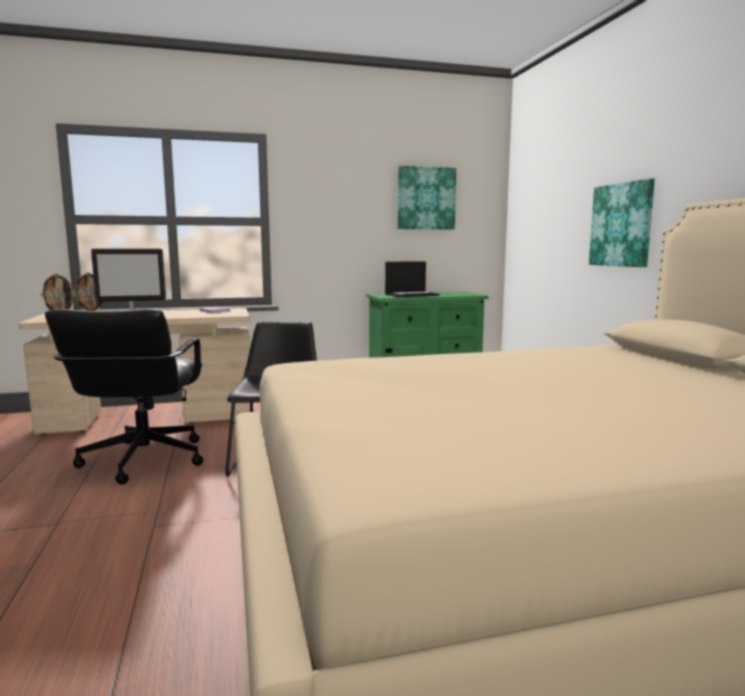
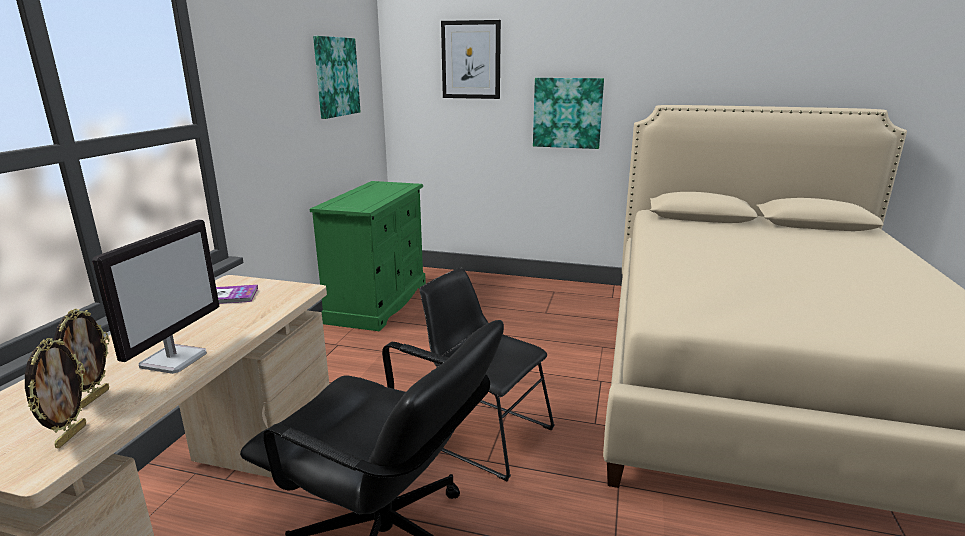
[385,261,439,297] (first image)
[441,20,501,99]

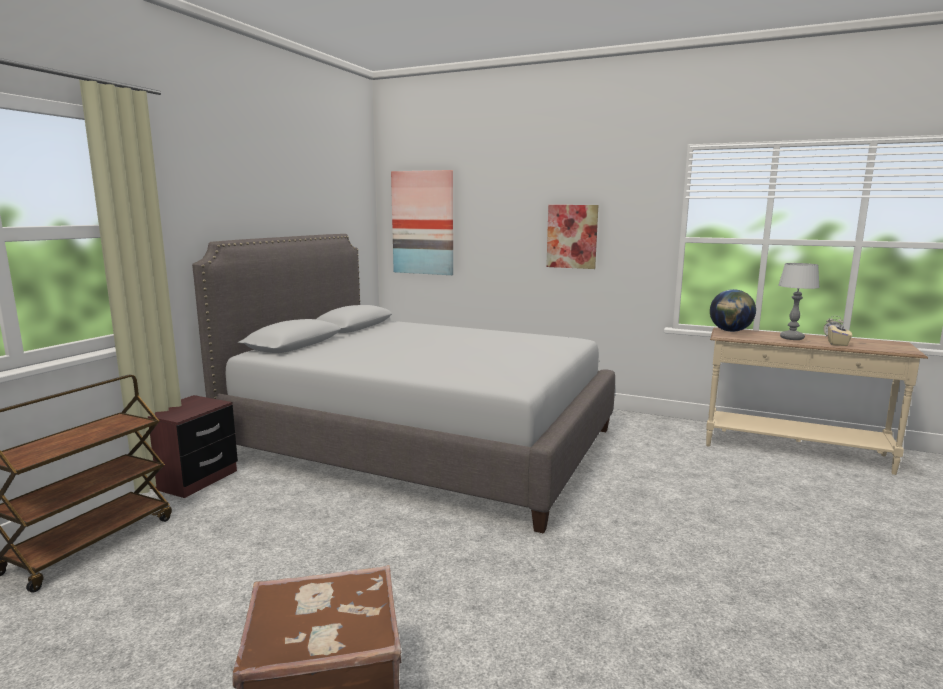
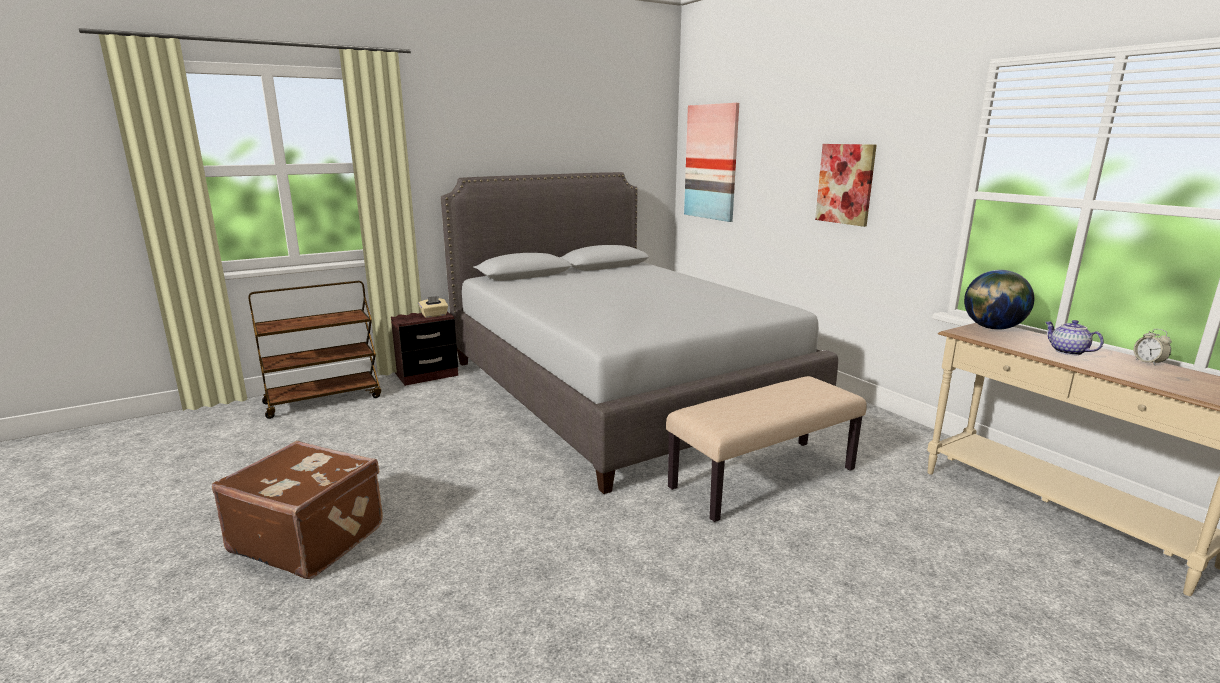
[666,376,867,522]
[419,296,448,318]
[1045,320,1104,355]

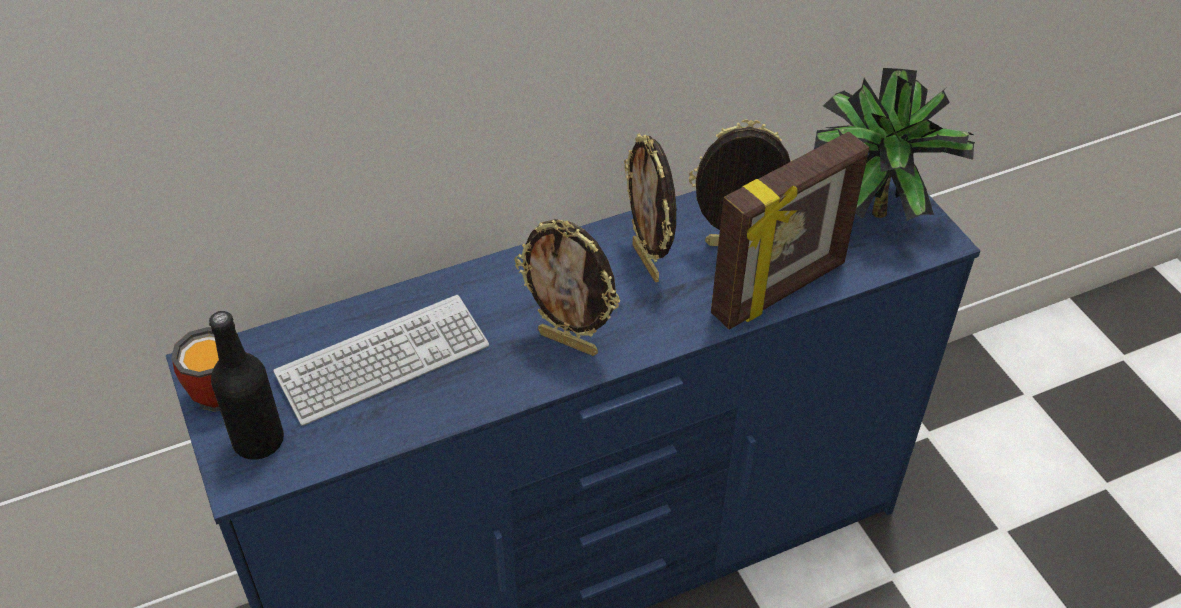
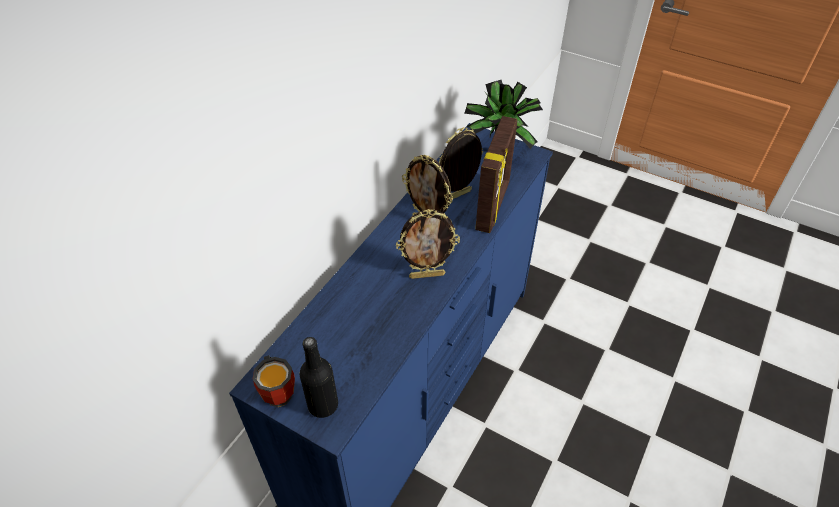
[273,295,489,426] (first image)

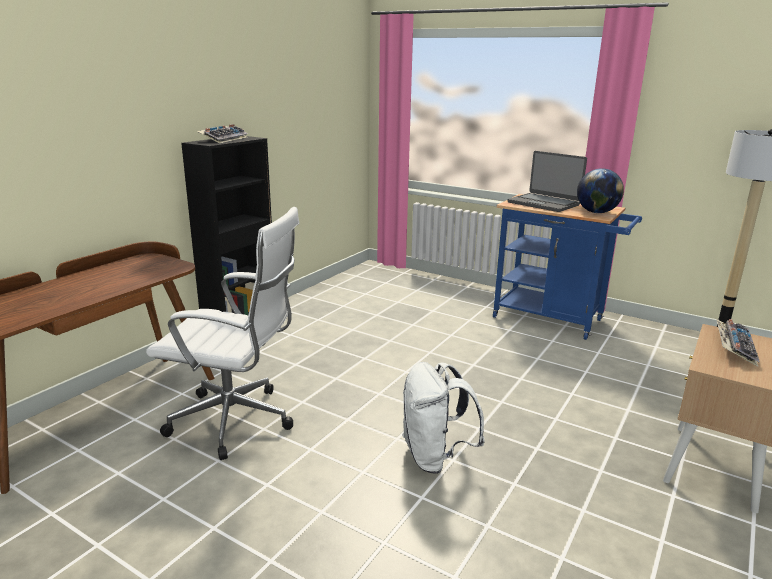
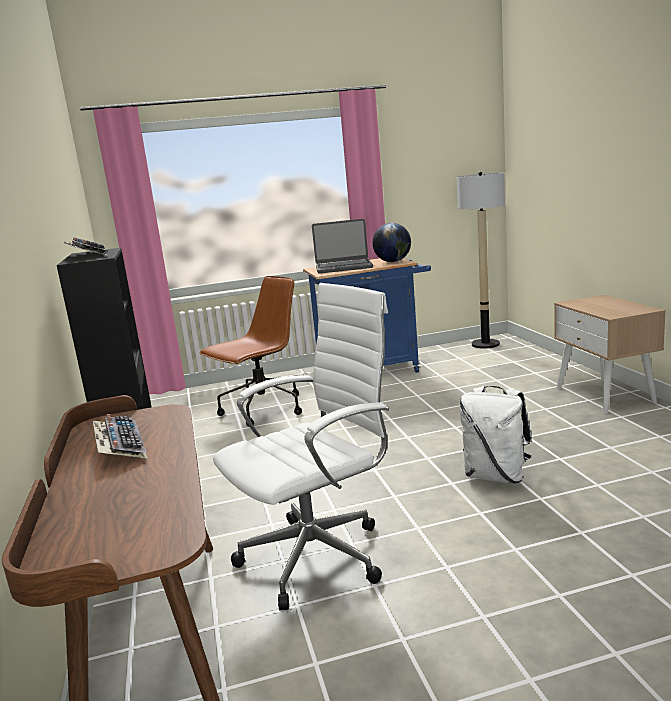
[199,276,302,427]
[93,414,147,458]

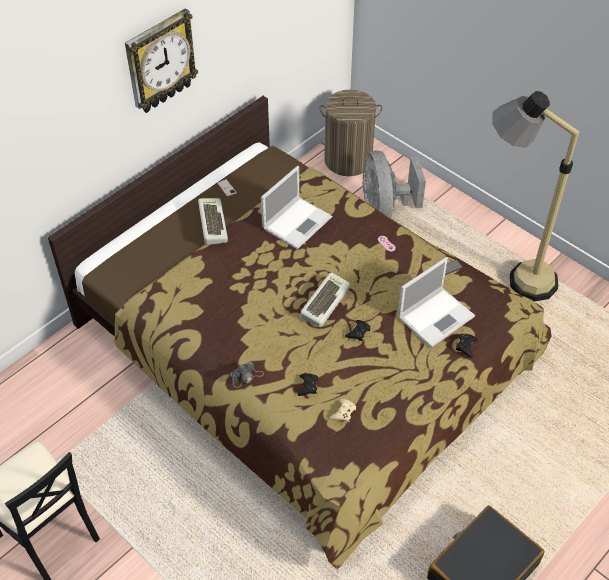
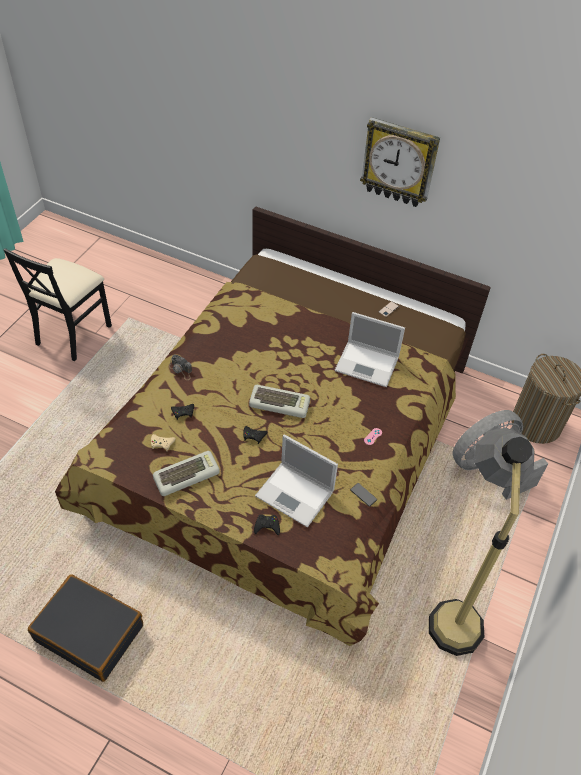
[153,451,220,496]

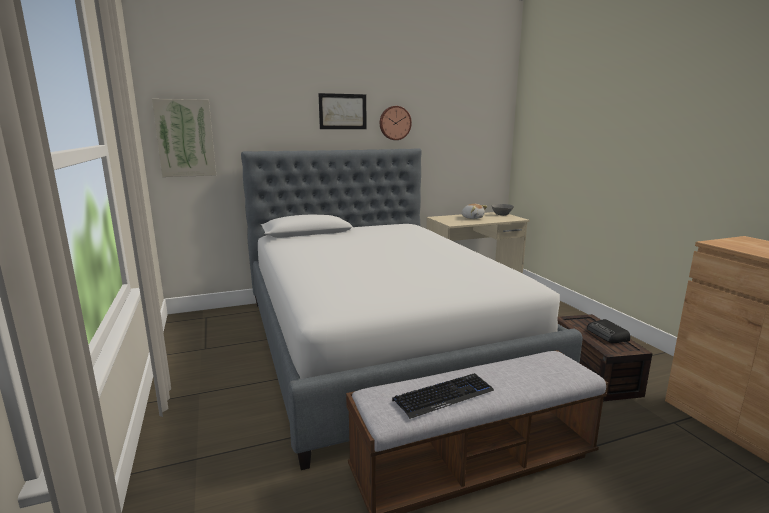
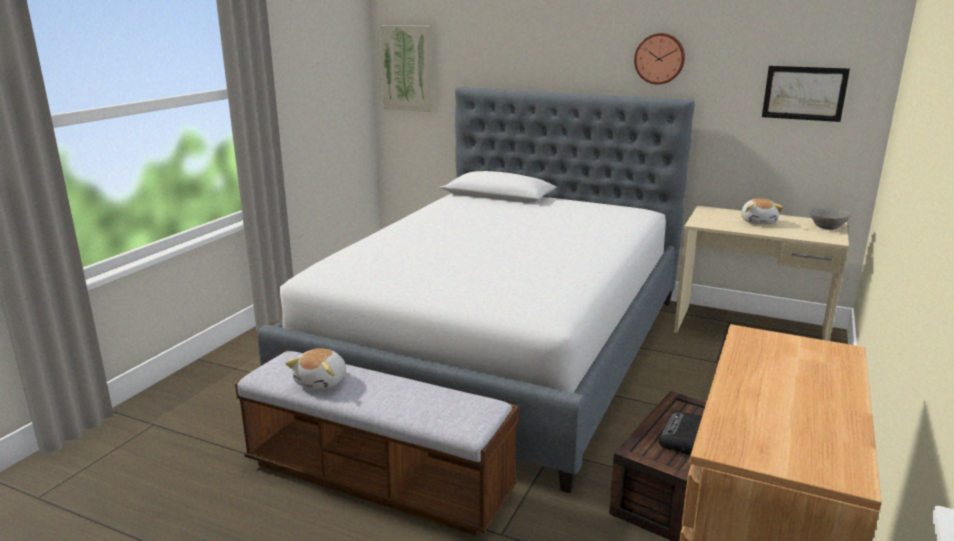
[762,66,850,122]
[285,349,346,390]

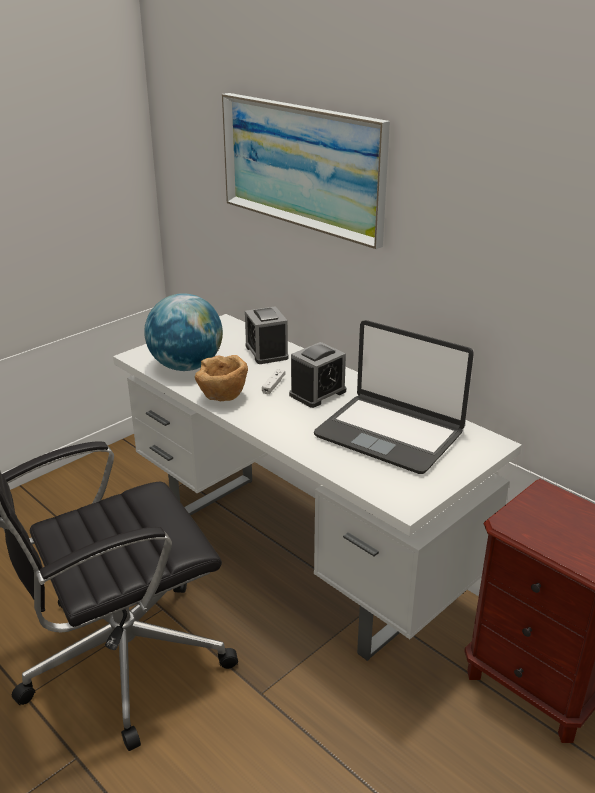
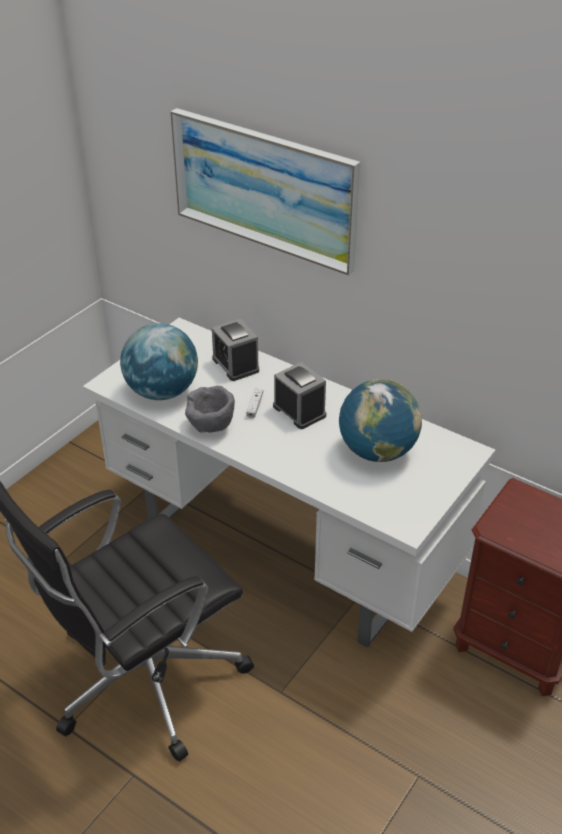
[339,379,422,462]
[185,386,235,433]
[273,362,326,429]

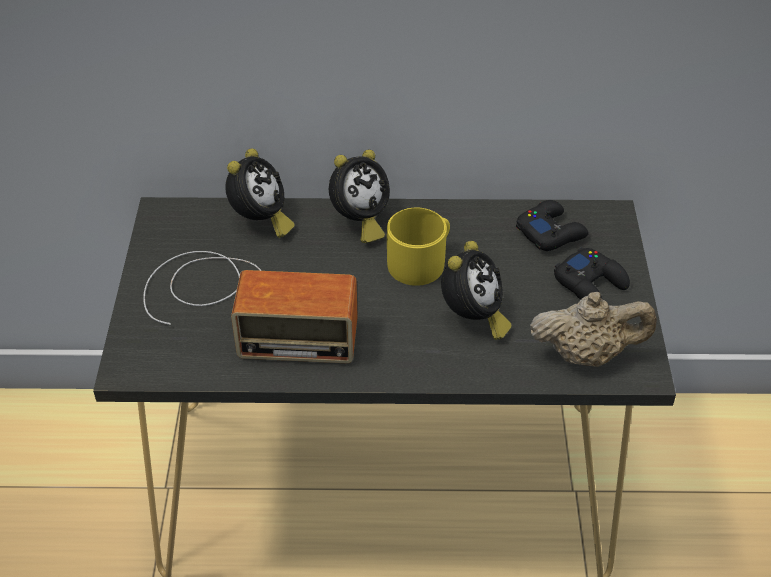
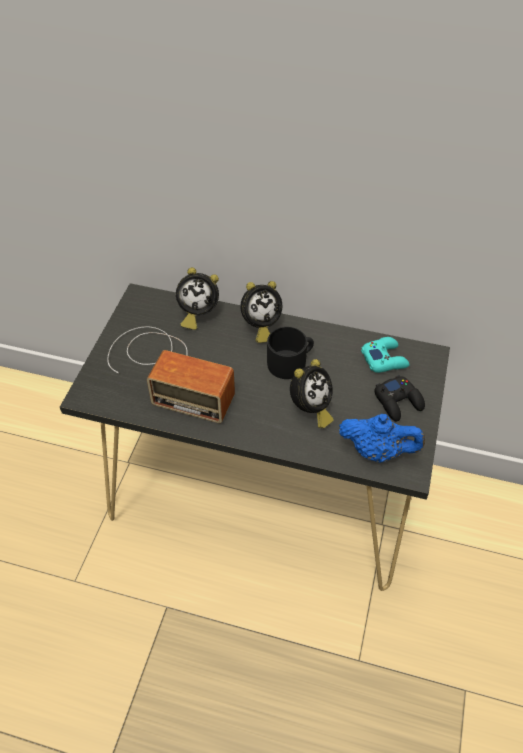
[267,327,314,379]
[361,337,409,373]
[339,414,425,463]
[176,267,219,330]

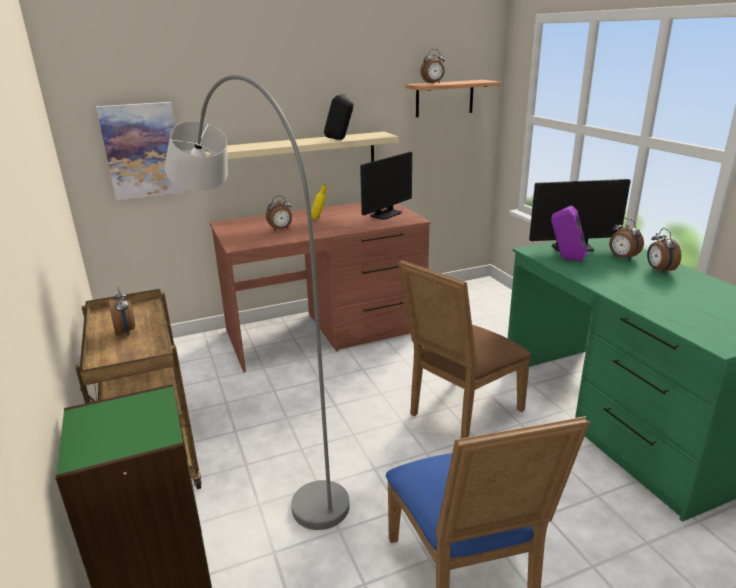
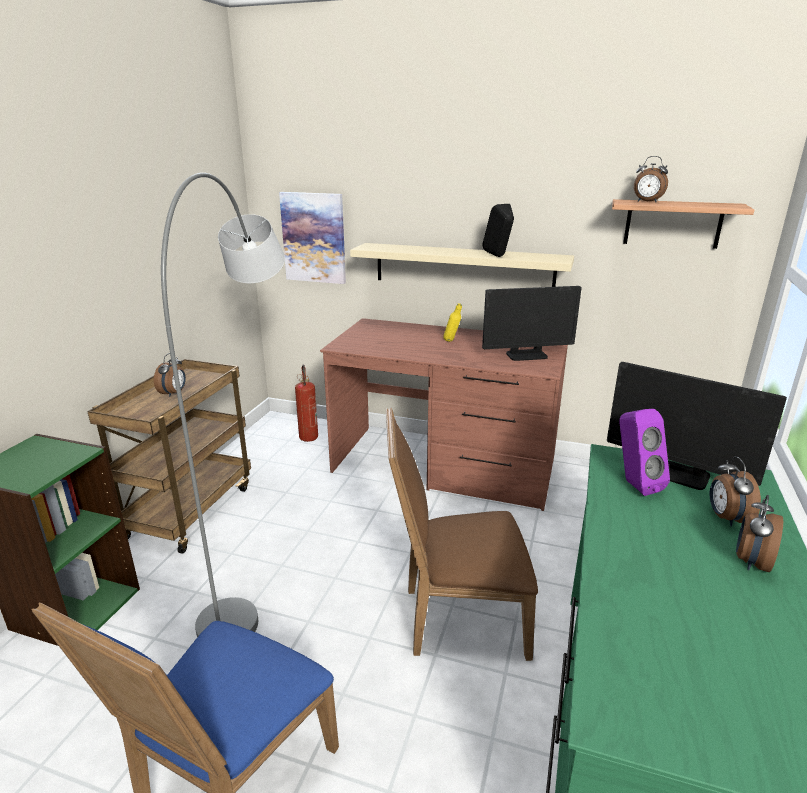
[266,196,292,231] (first image)
[295,364,318,442]

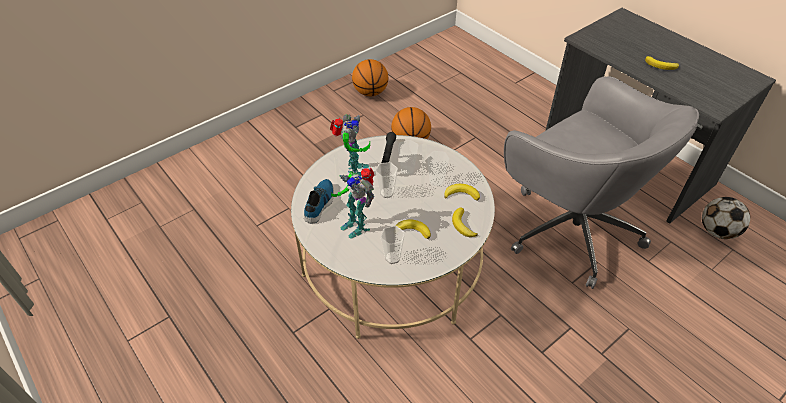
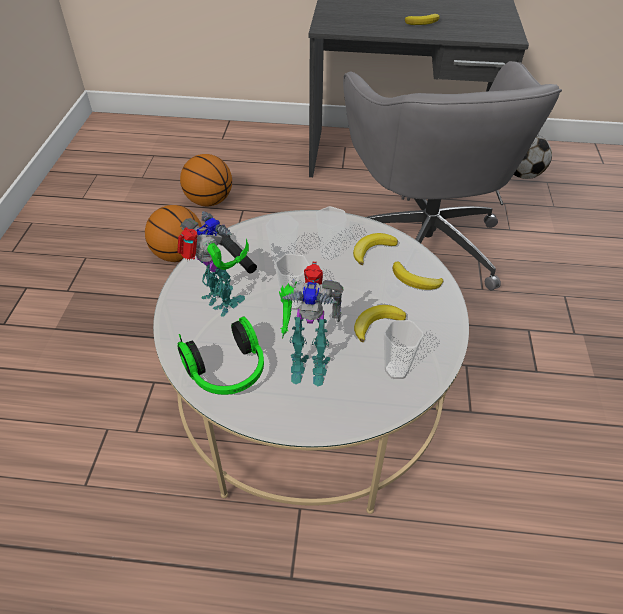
[180,154,232,206]
[178,316,264,395]
[343,61,562,291]

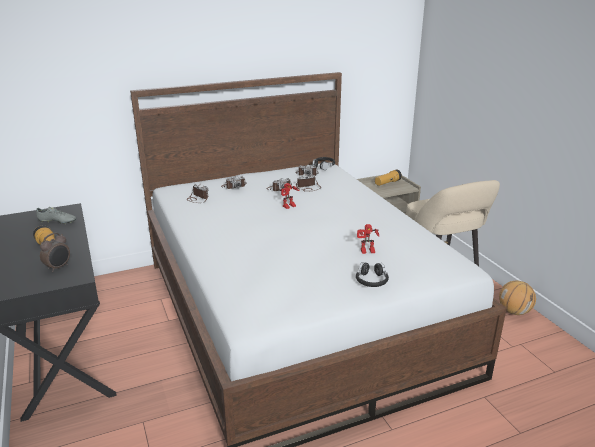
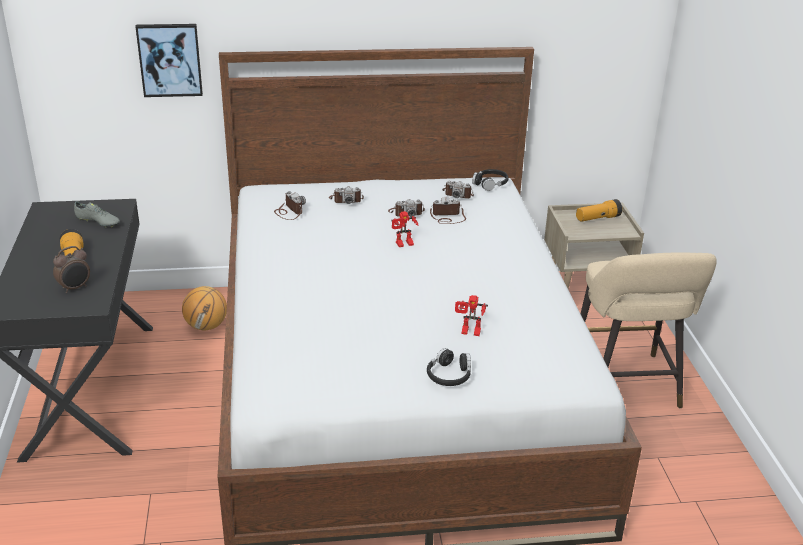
[135,24,203,97]
[182,286,227,330]

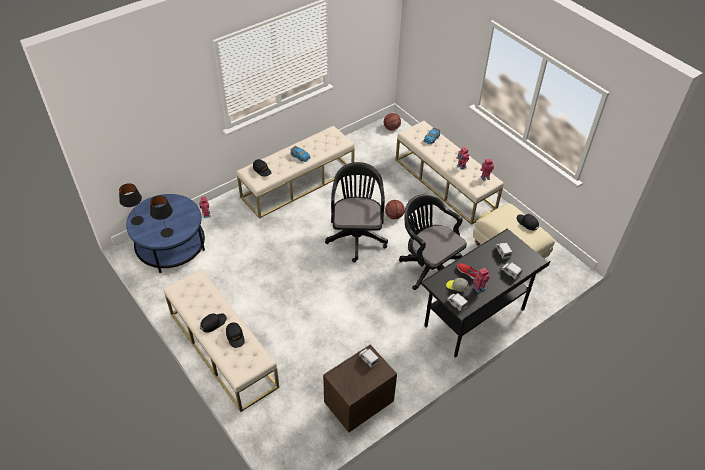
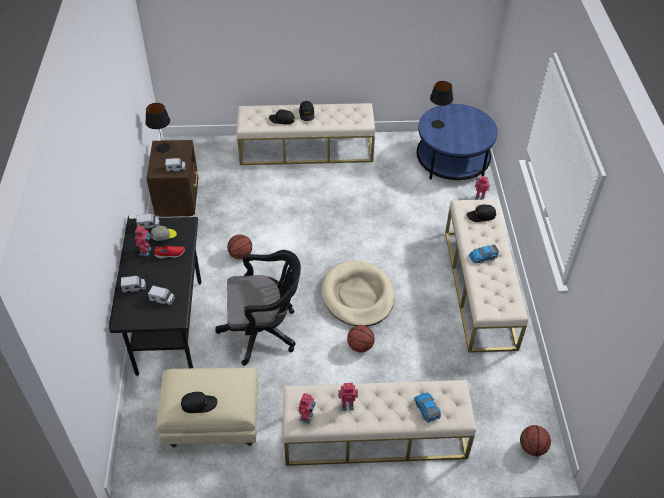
[227,235,252,259]
[145,103,170,153]
[322,260,394,327]

